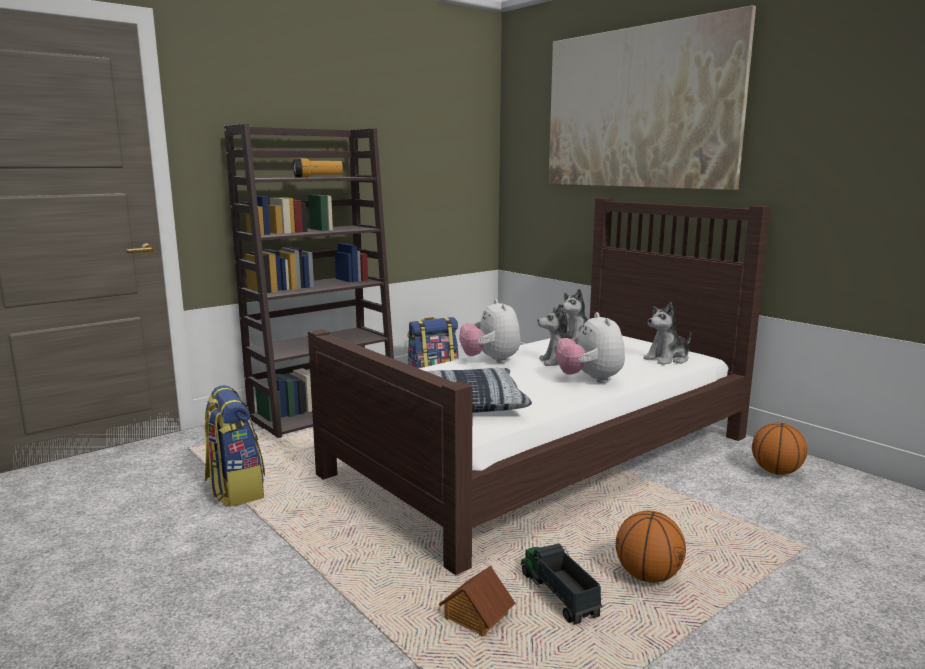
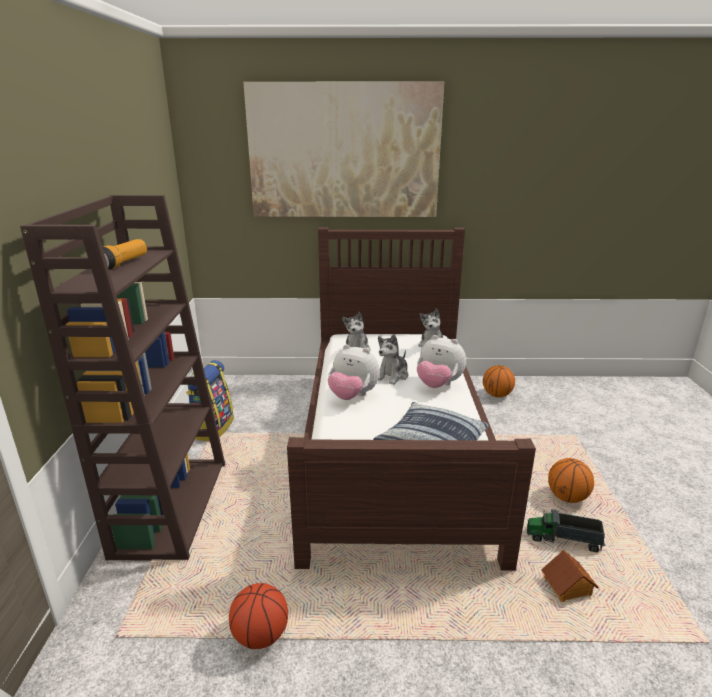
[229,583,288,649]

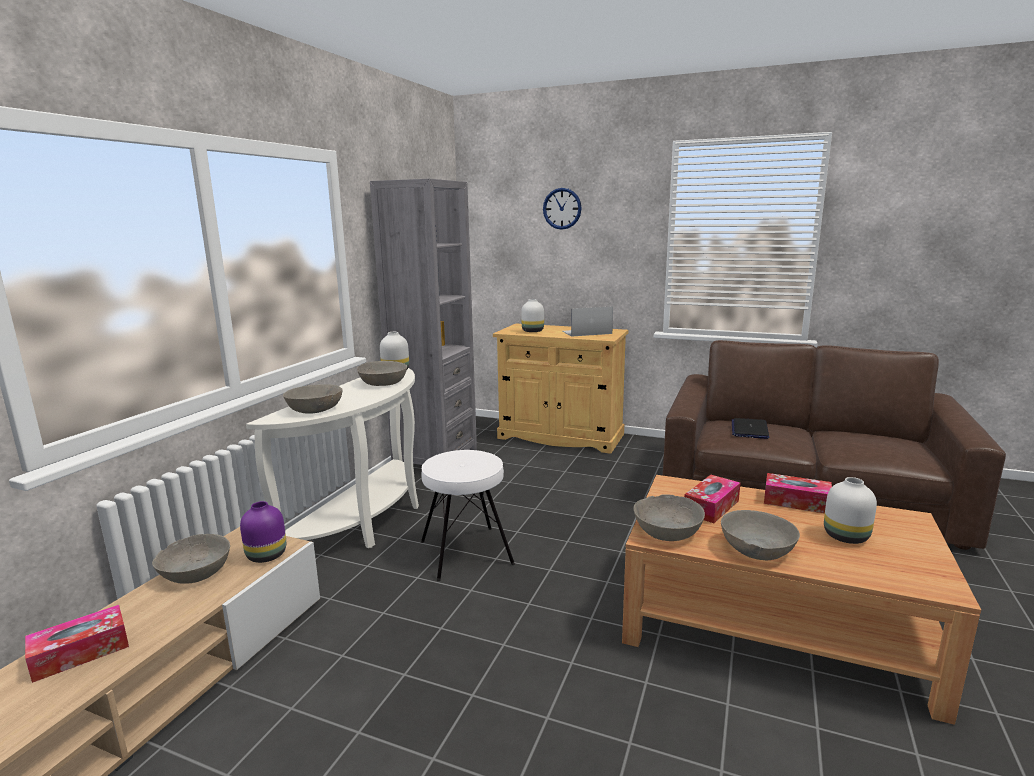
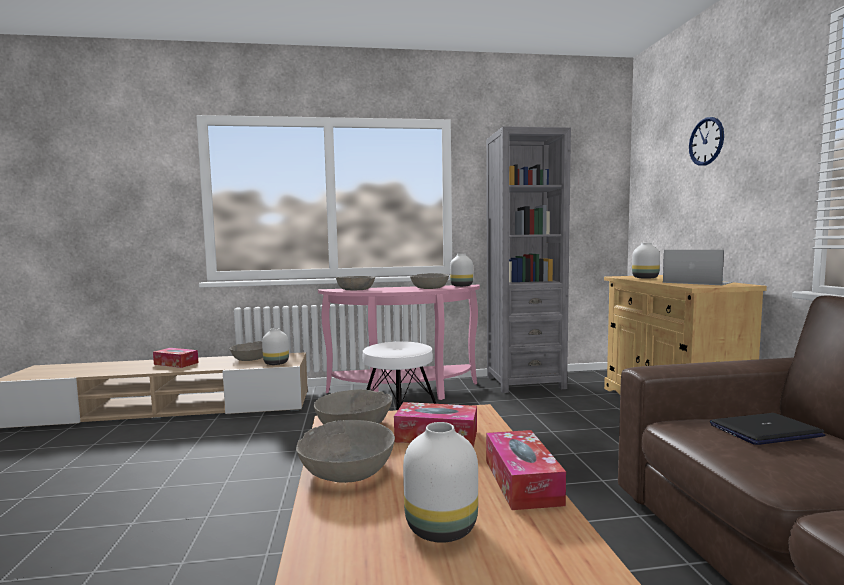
[262,328,289,365]
[318,285,480,400]

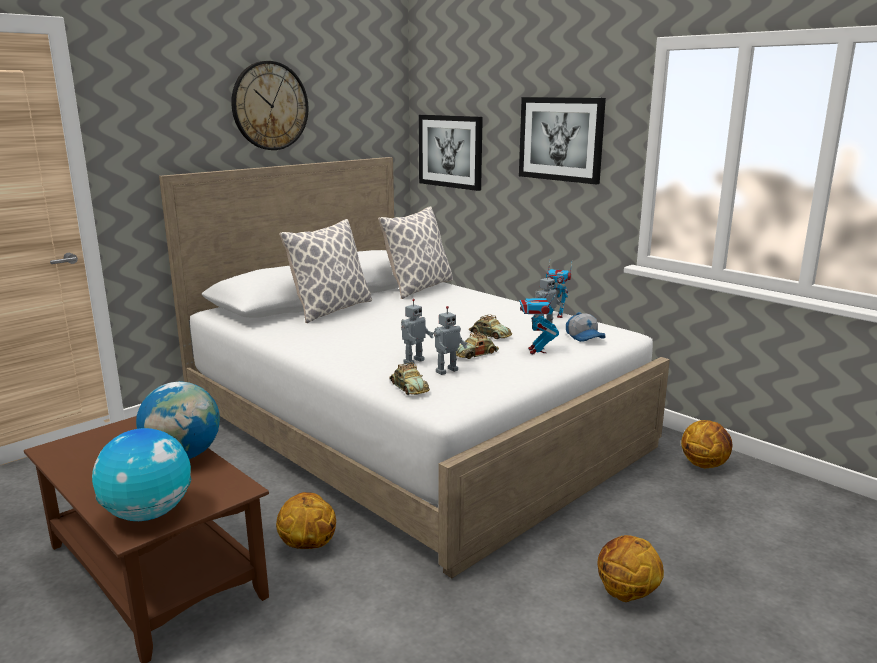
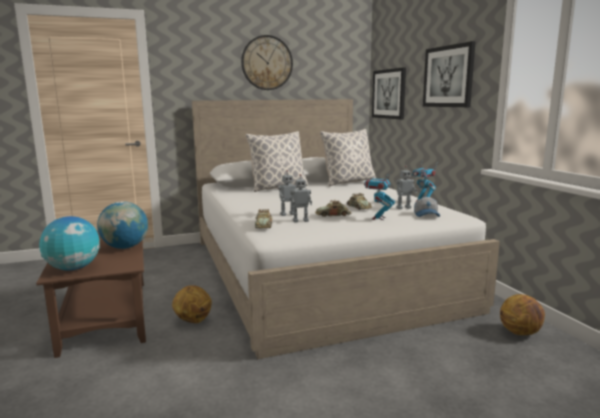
[598,535,664,602] (first image)

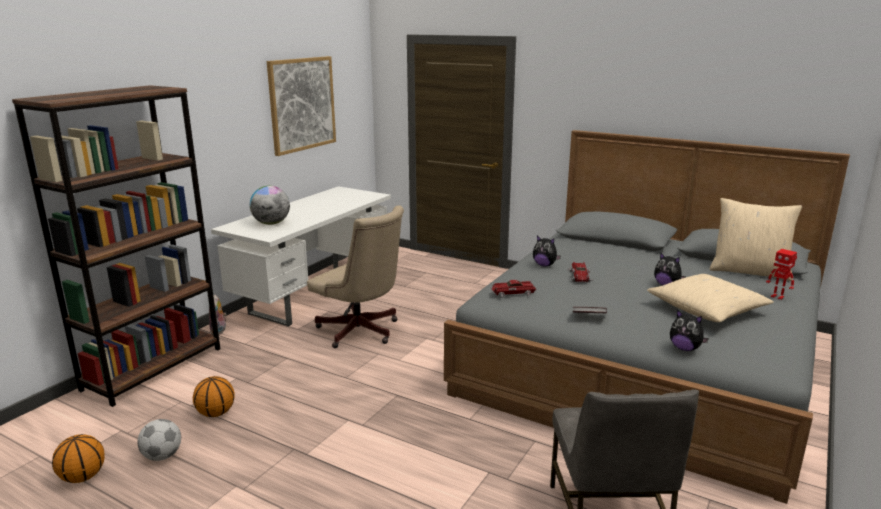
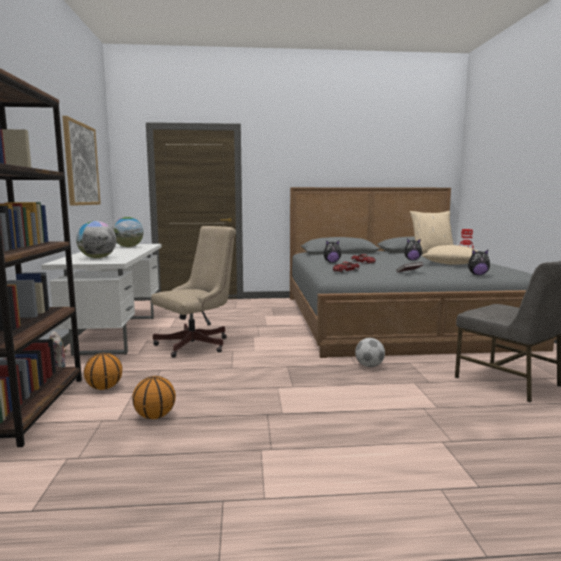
[112,217,144,247]
[84,353,122,390]
[355,338,385,367]
[151,226,236,357]

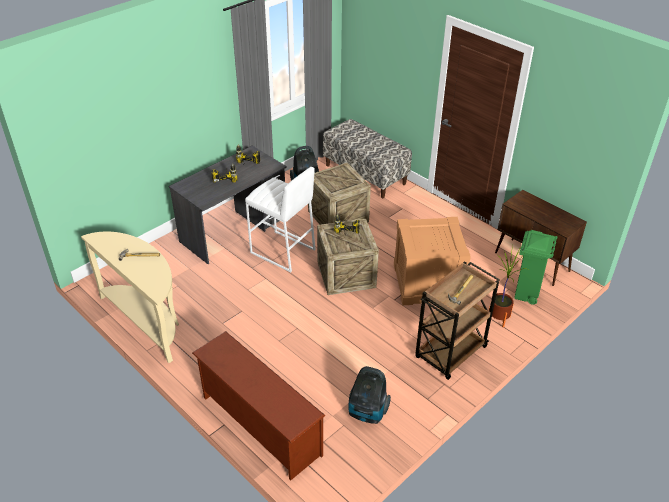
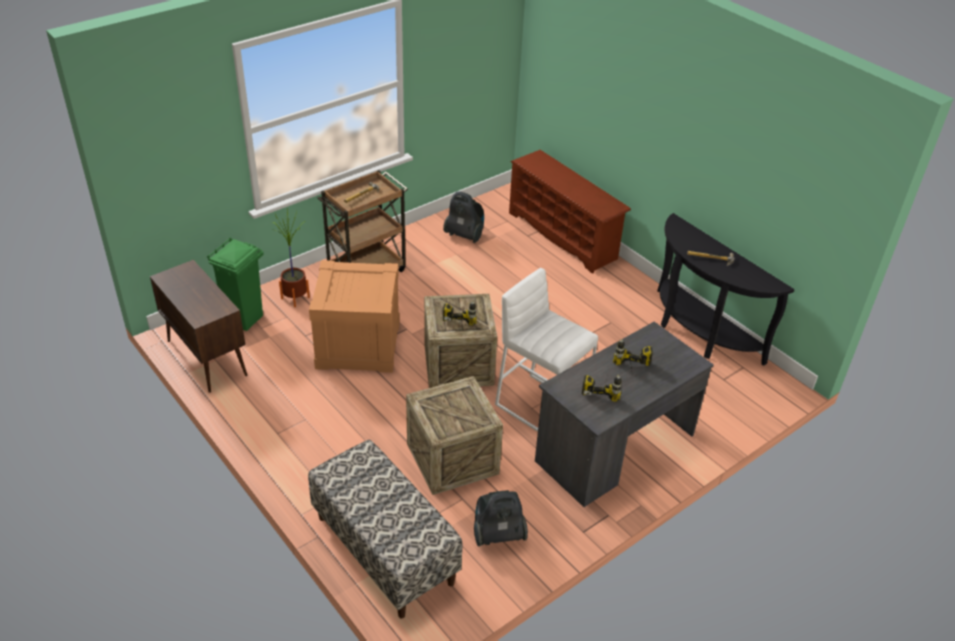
[657,213,795,366]

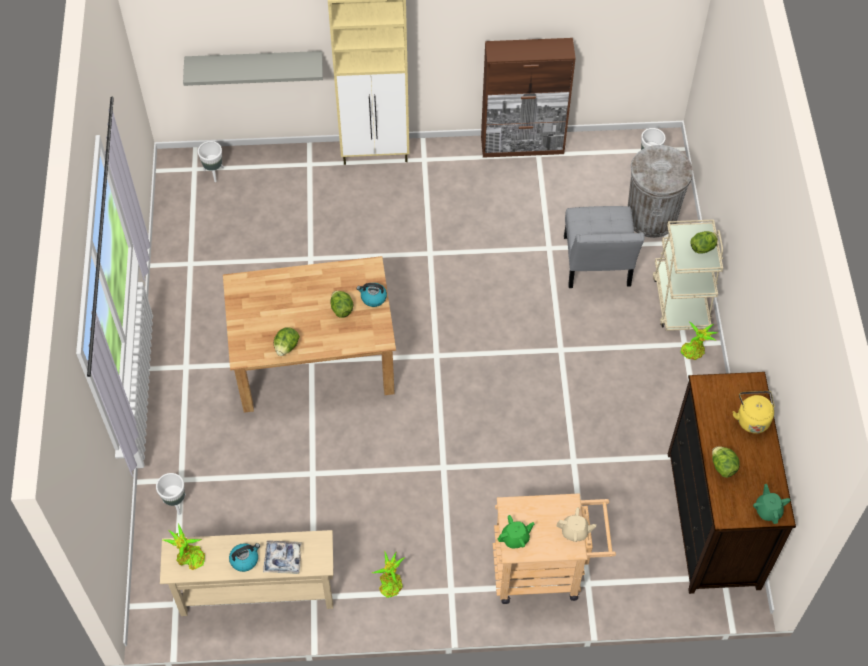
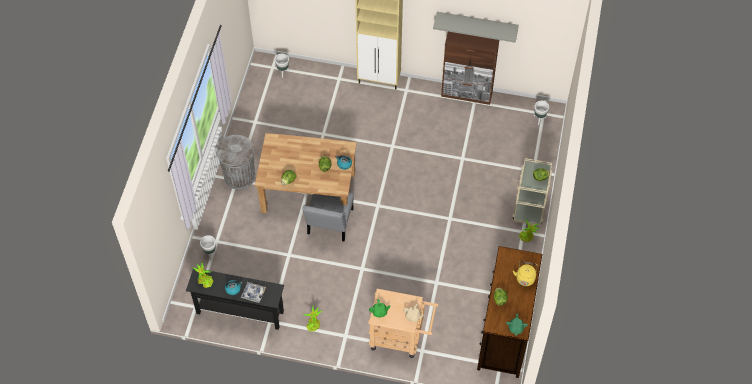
[433,12,519,43]
[302,193,354,241]
[216,135,255,190]
[186,268,284,330]

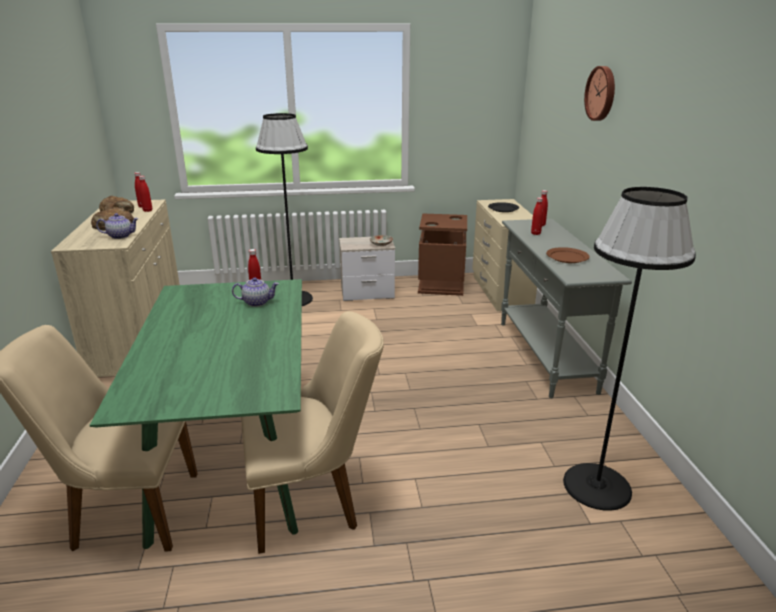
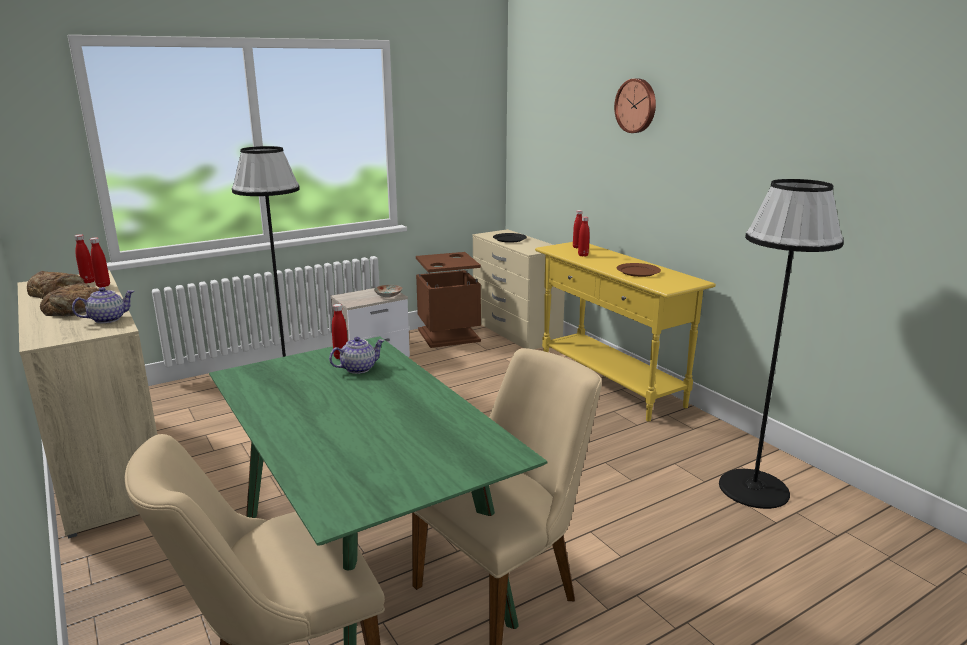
[535,242,716,421]

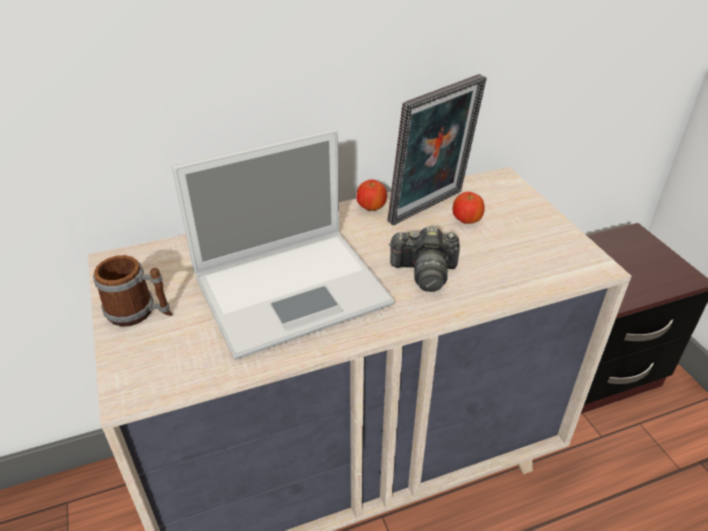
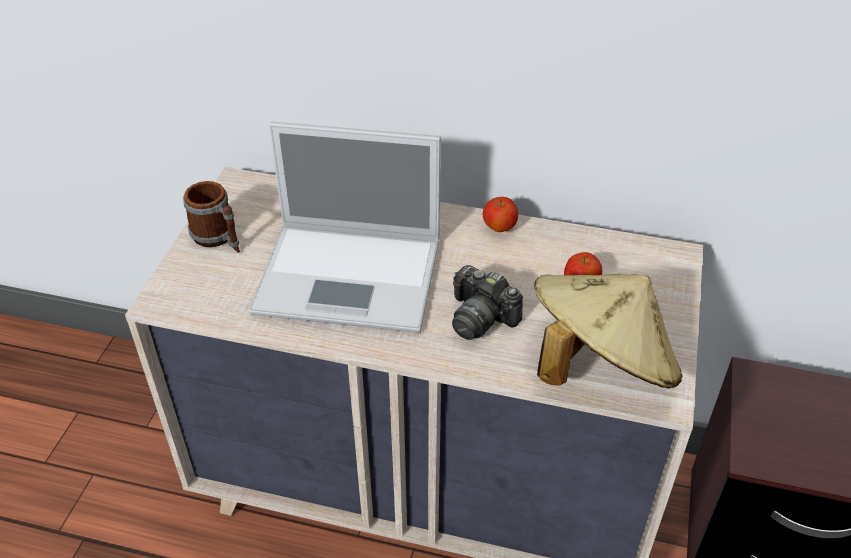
[388,74,487,225] (first image)
[534,274,682,388]

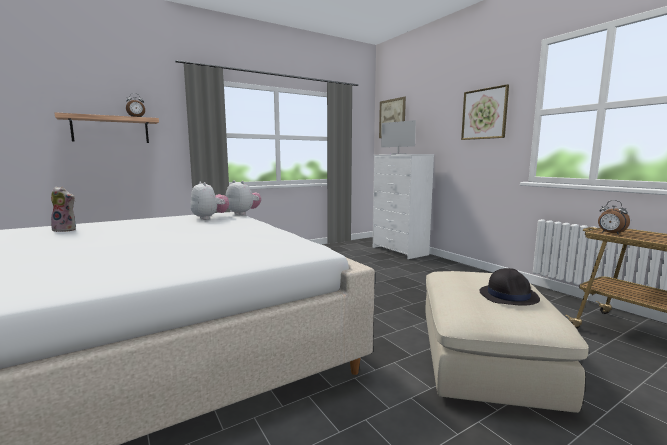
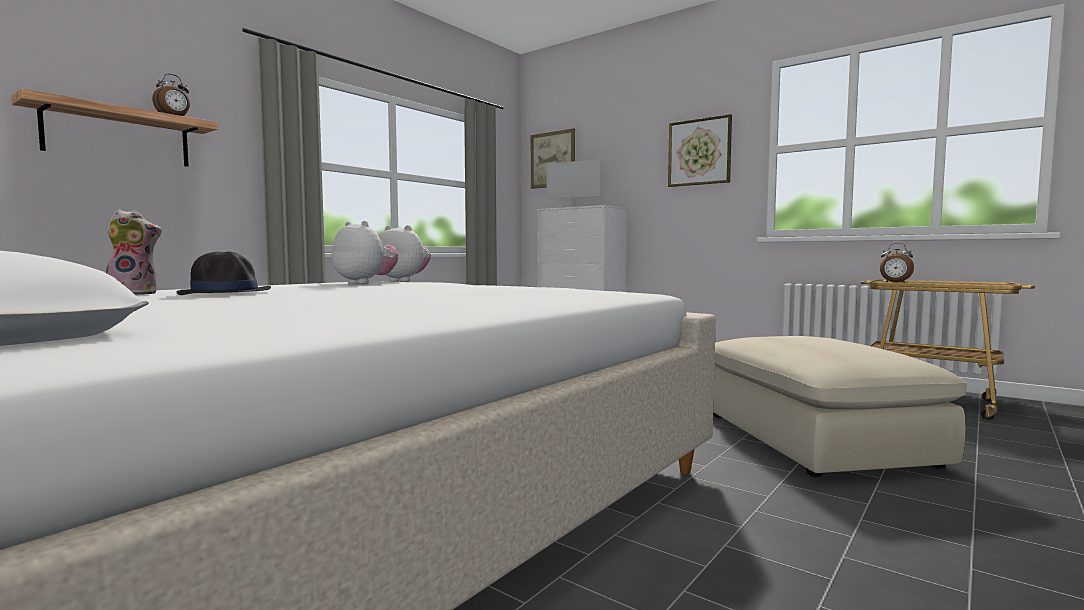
[177,252,271,295]

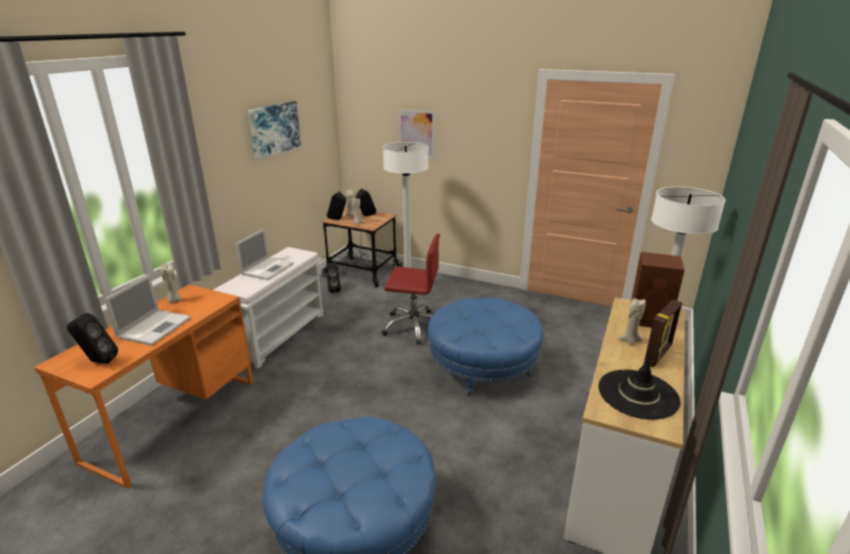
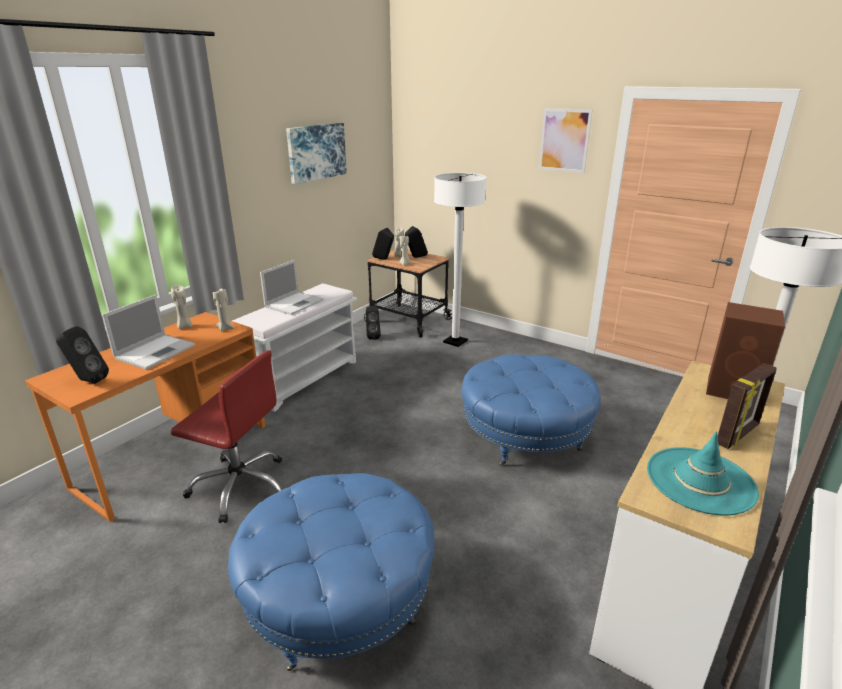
[170,350,282,523]
[539,108,593,173]
[213,288,234,331]
[647,431,759,516]

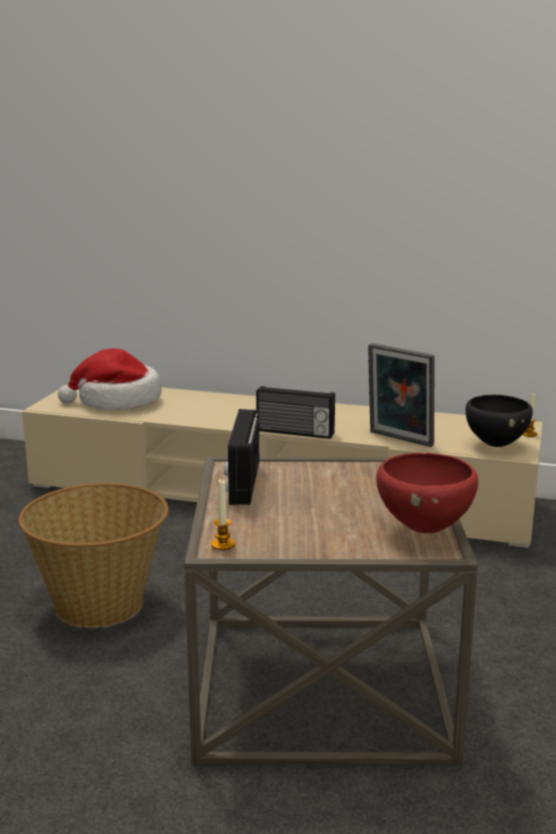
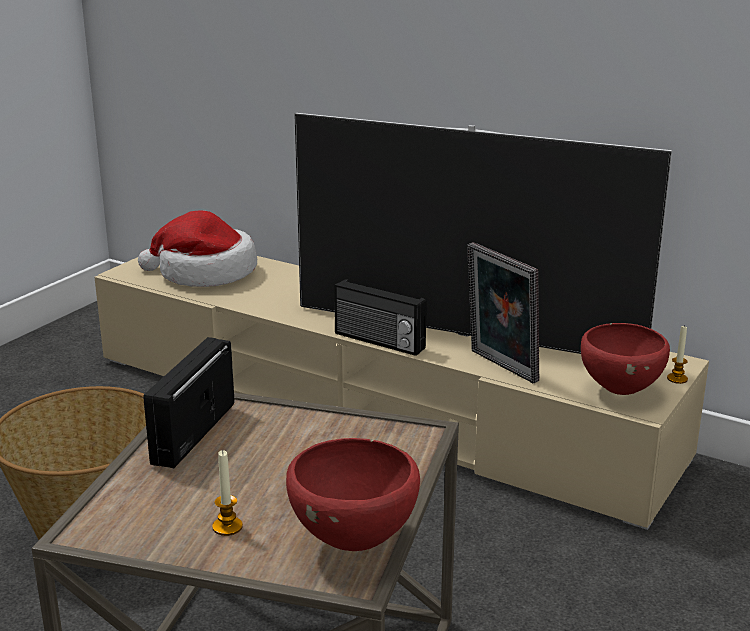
[294,113,672,354]
[212,450,243,536]
[581,323,670,395]

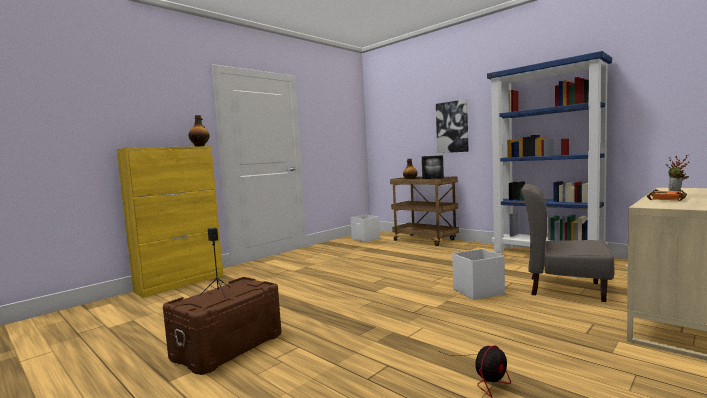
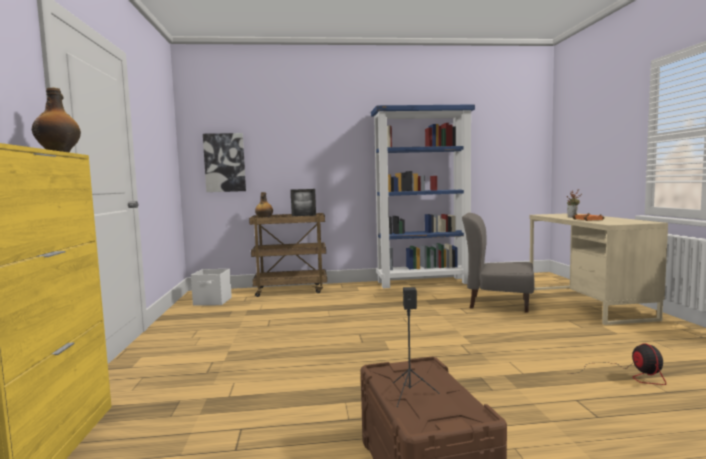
[452,249,505,300] (first image)
[203,133,246,192]
[462,213,535,313]

